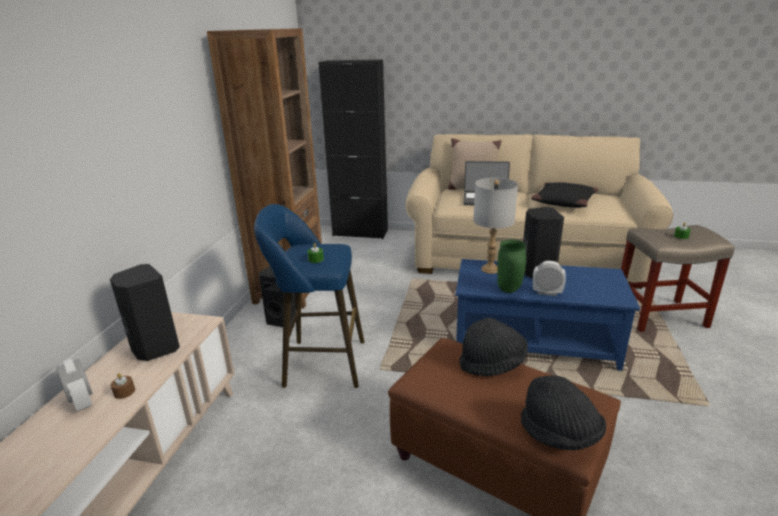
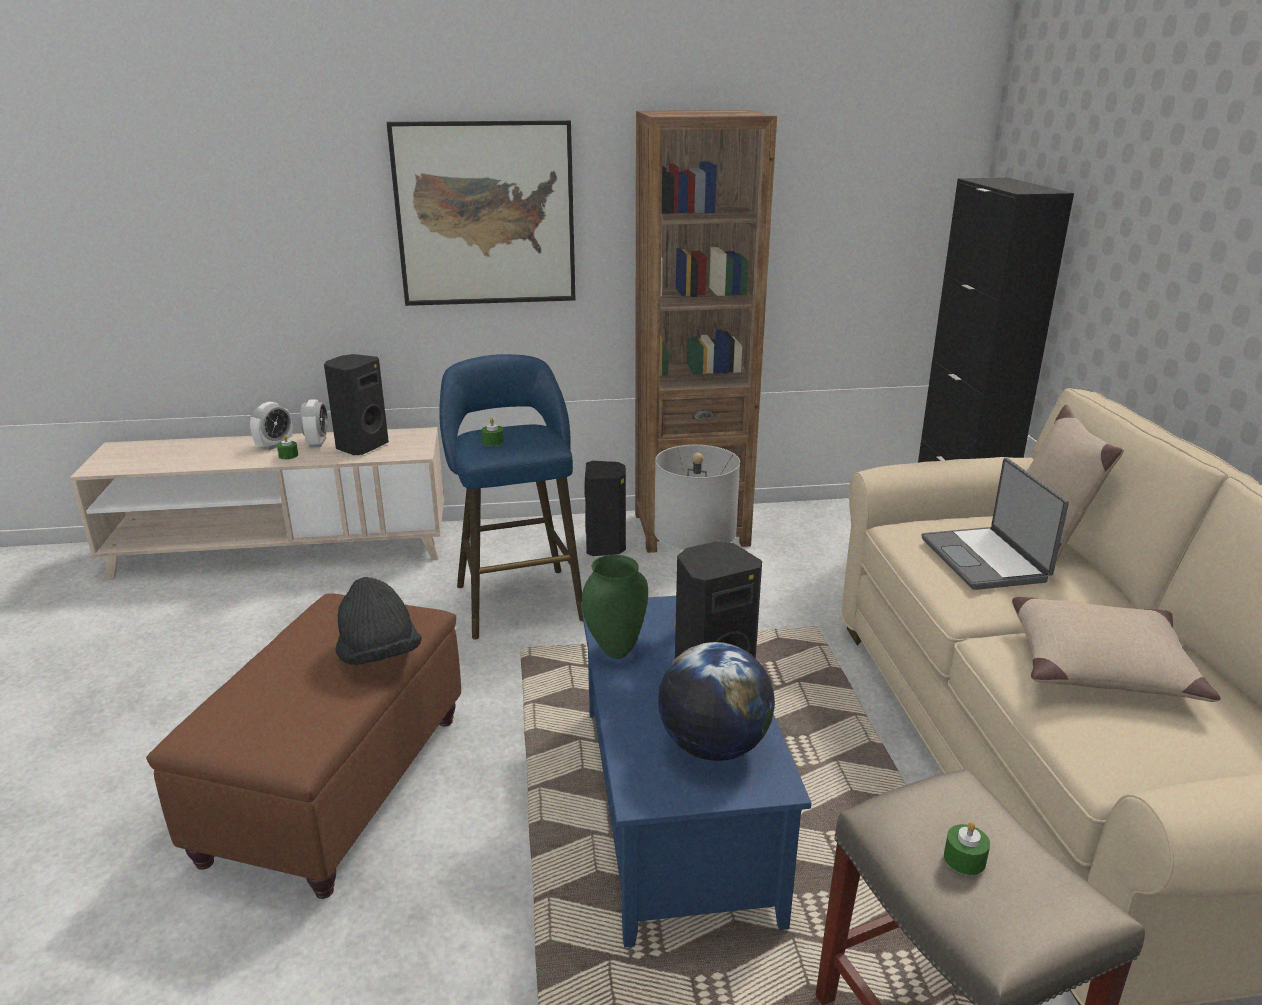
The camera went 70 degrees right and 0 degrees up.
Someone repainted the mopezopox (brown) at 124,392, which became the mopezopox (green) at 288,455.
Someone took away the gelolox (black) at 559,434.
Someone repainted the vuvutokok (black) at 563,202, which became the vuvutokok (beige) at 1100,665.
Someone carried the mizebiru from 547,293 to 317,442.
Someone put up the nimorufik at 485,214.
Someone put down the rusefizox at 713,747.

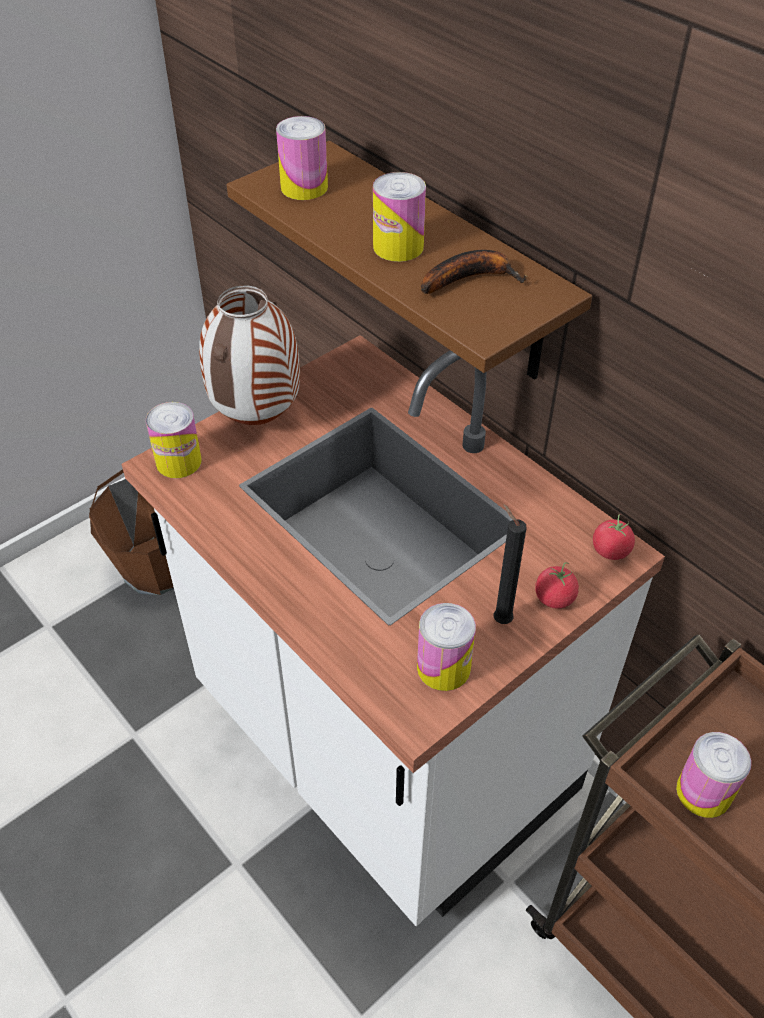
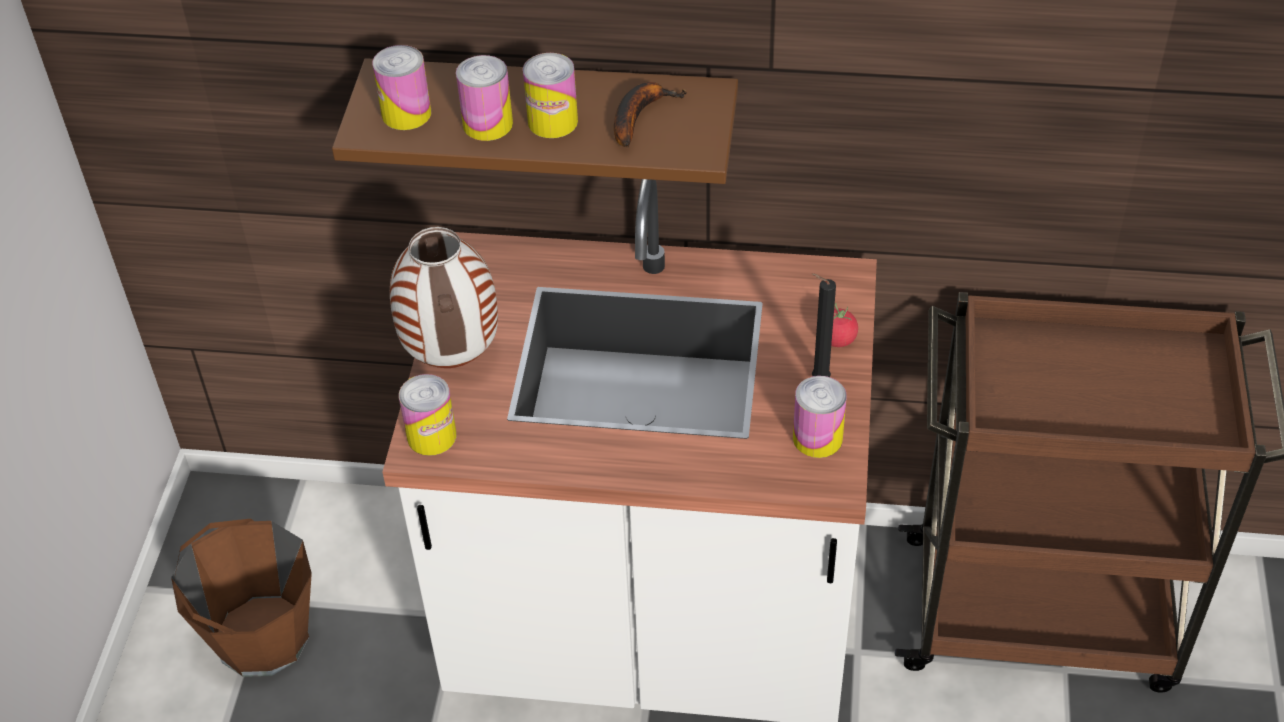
The camera went 40 degrees left and 0 degrees up.
Someone took away the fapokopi at 610,550.
Someone carried the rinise from 703,792 to 487,124.

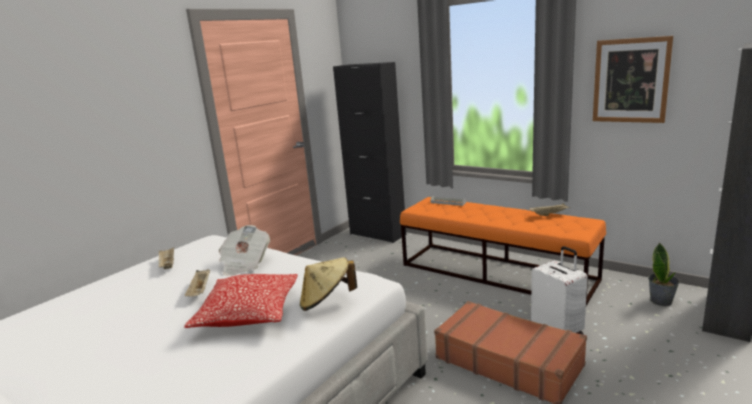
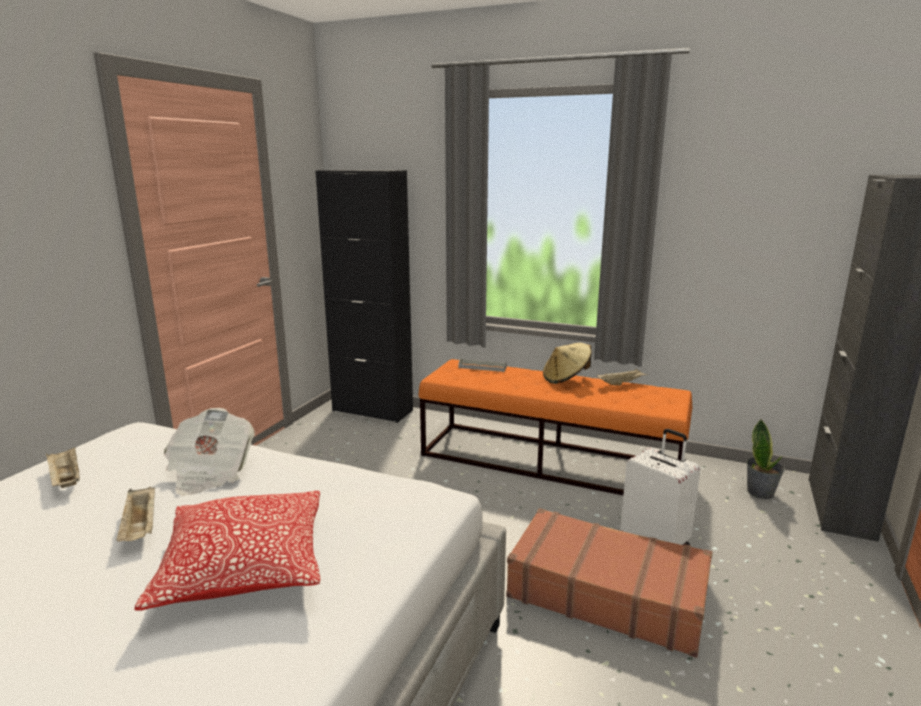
The camera went 15 degrees left and 0 degrees up.
Someone carried the gelolox (beige) from 327,301 to 566,378.
Someone took away the nimorufik at 630,80.

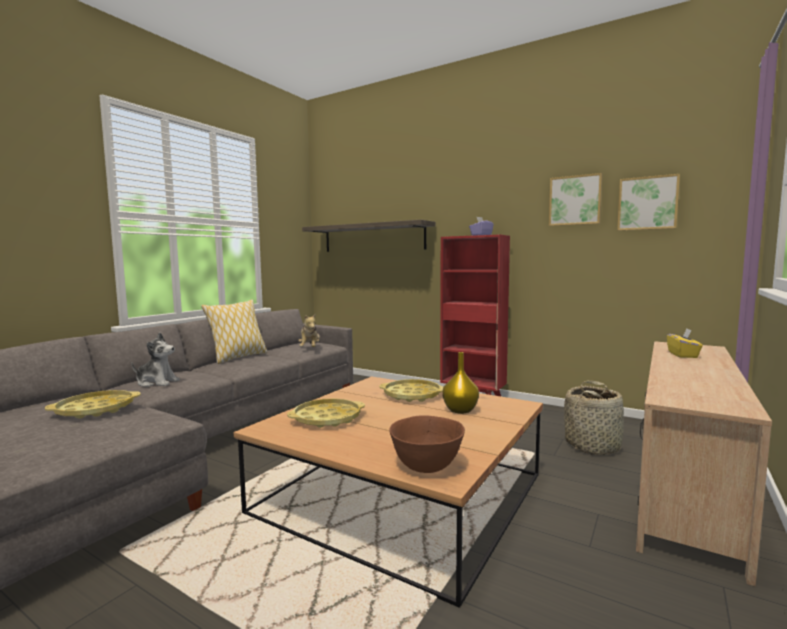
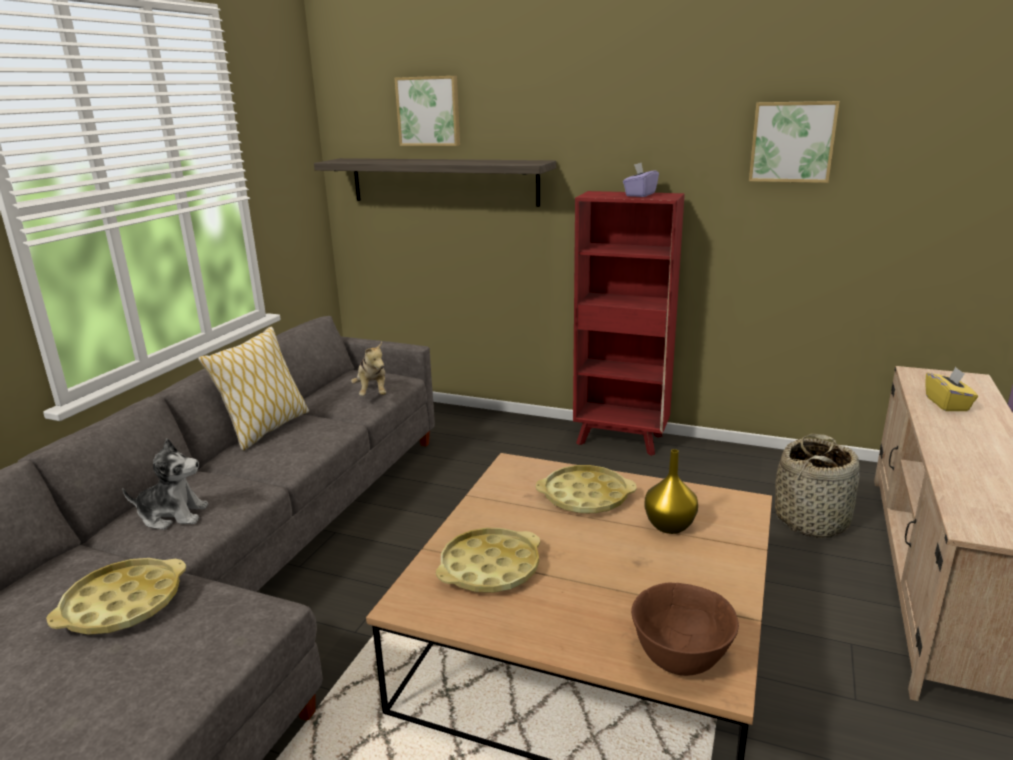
The camera went 10 degrees left and 15 degrees up.
Someone carried the nimorufik from 647,203 to 429,111.

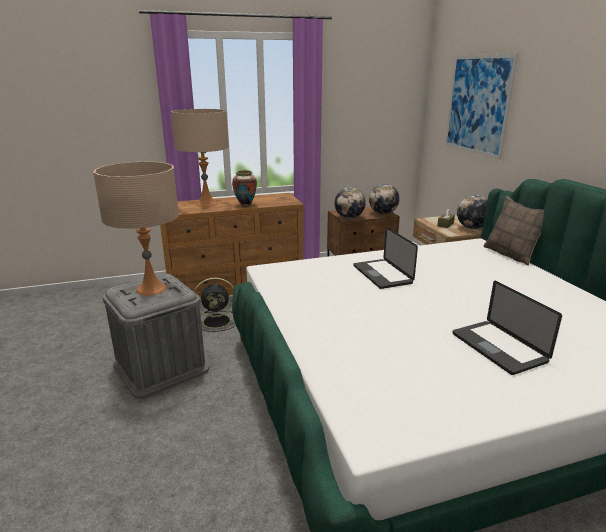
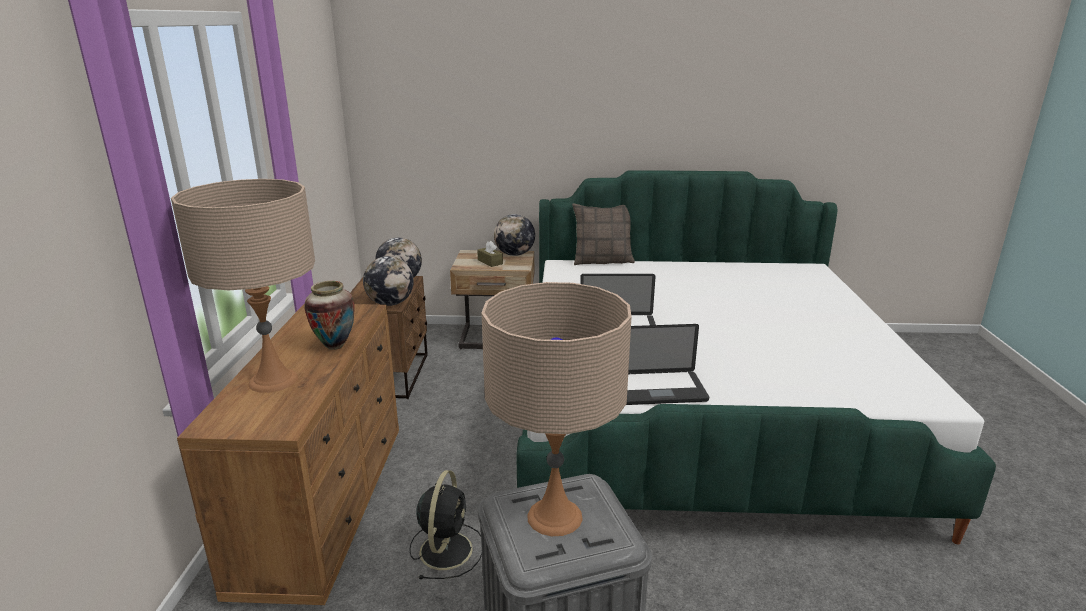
The camera went 70 degrees left and 0 degrees up.
Someone took away the nimorufik at 477,105.
Someone carried the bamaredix from 498,348 to 657,390.

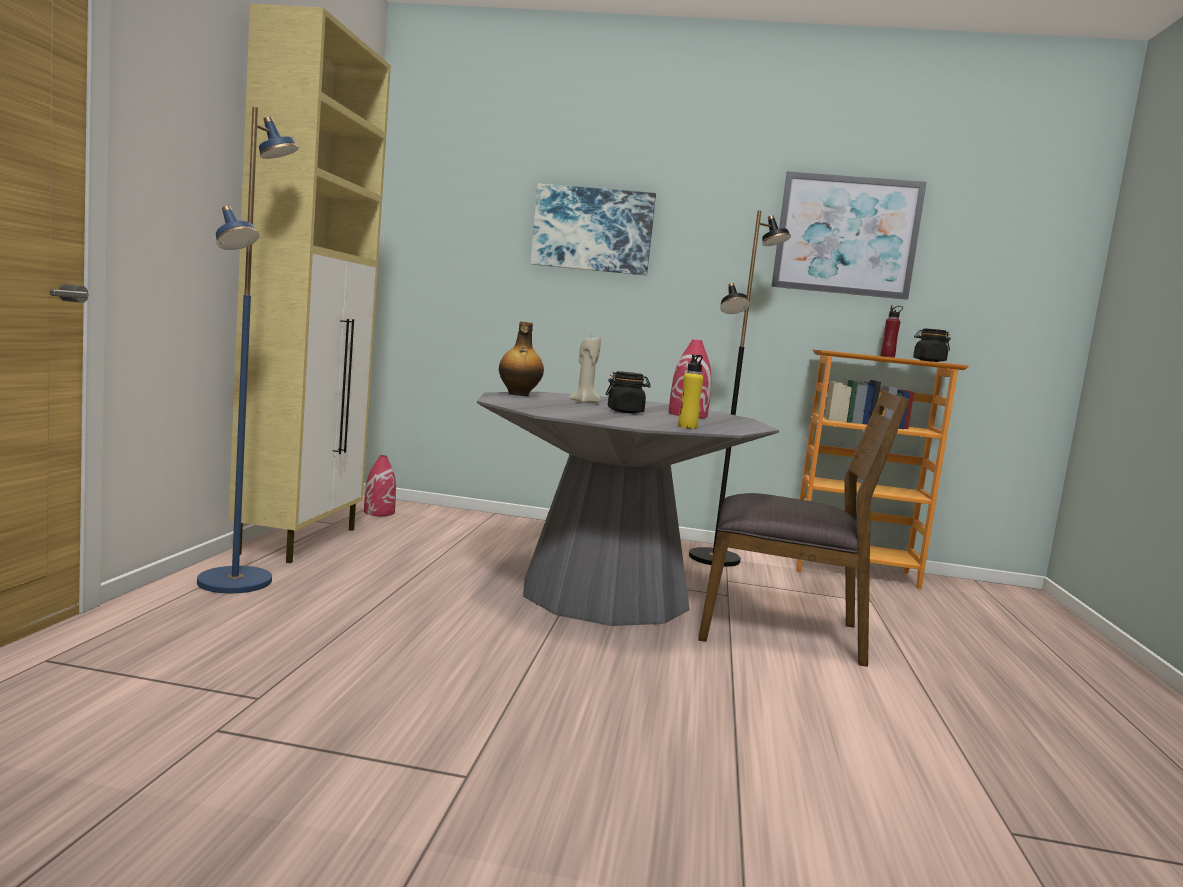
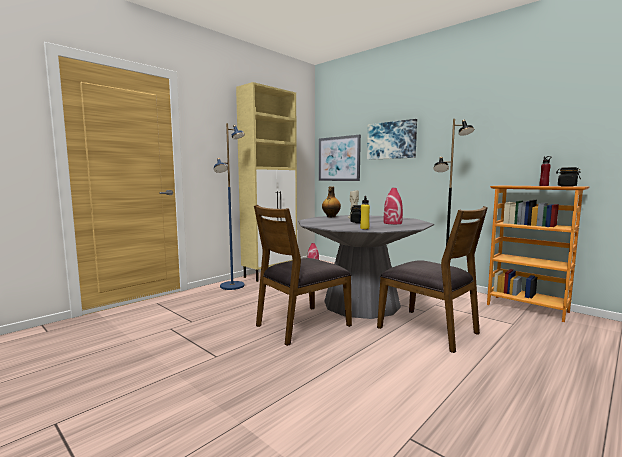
The camera went 35 degrees right and 0 degrees up.
Someone carried the nimorufik from 846,235 to 339,159.
Someone put down the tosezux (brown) at 302,325.

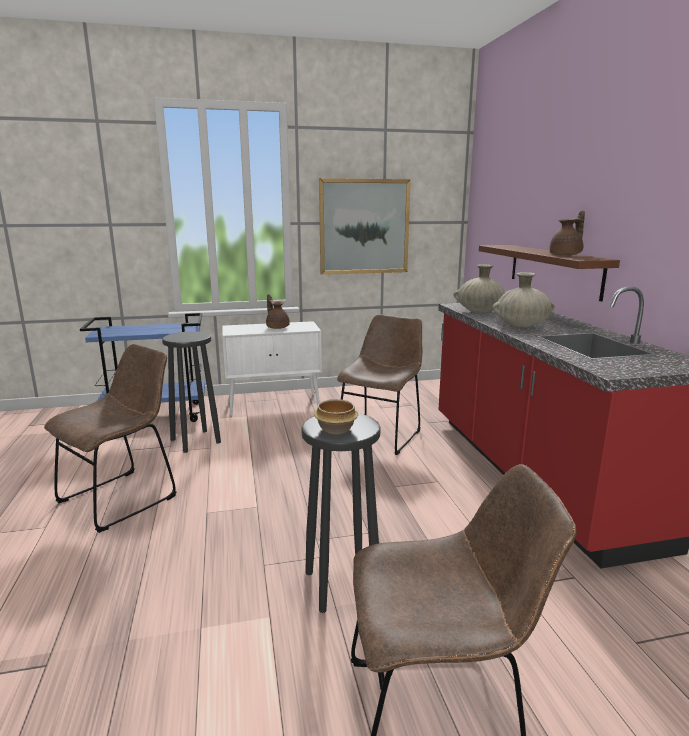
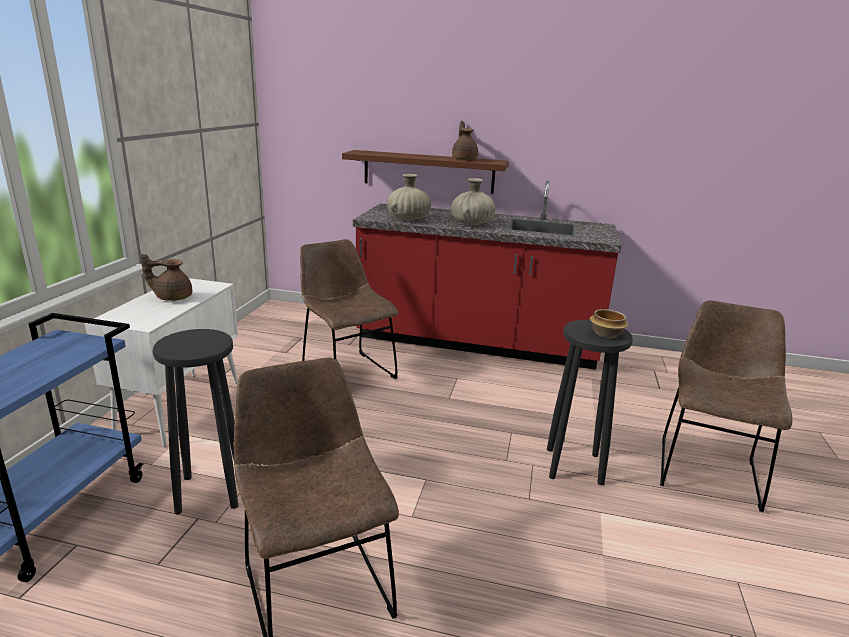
The camera went 65 degrees left and 5 degrees up.
Someone took away the nimorufik at 364,227.

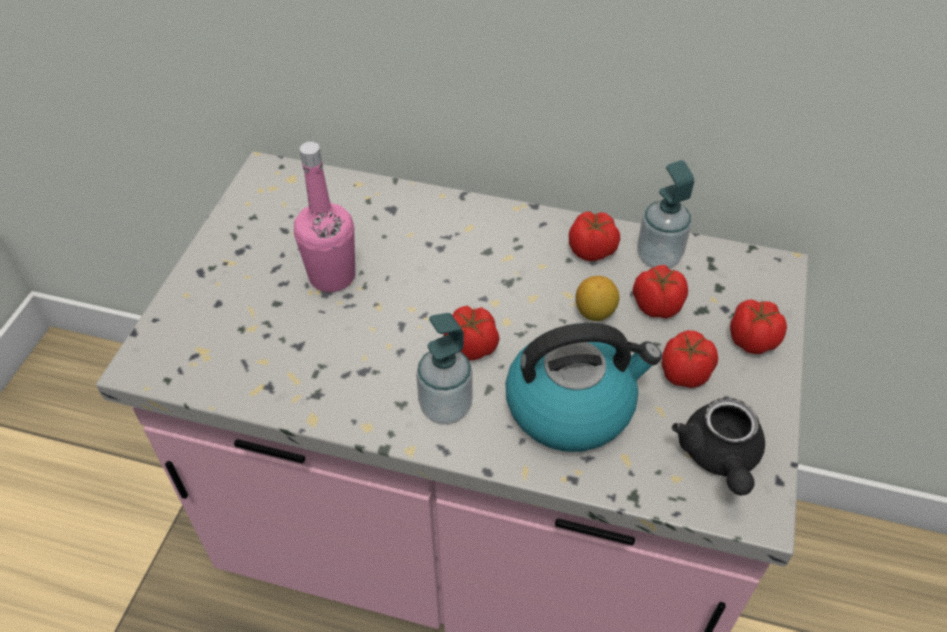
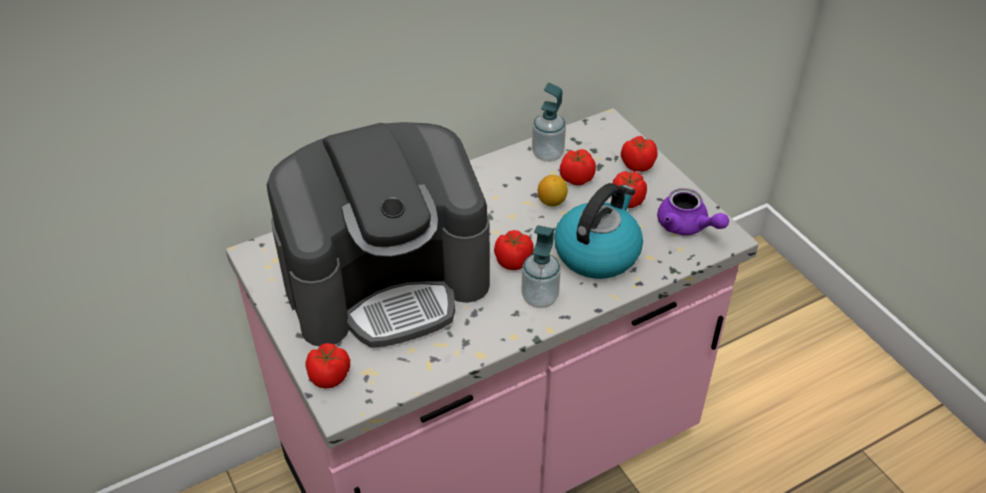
The camera went 45 degrees left and 5 degrees down.
Someone swapped the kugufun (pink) at 332,276 for the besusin at 387,281.
Someone carried the fapokopi from 592,250 to 330,376.
Someone repainted the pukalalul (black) at 719,458, which became the pukalalul (purple) at 687,227.

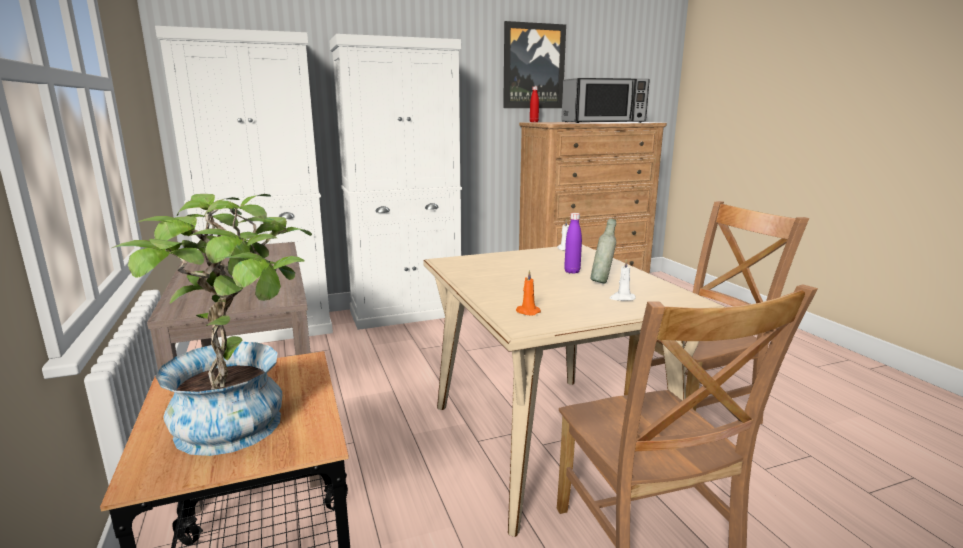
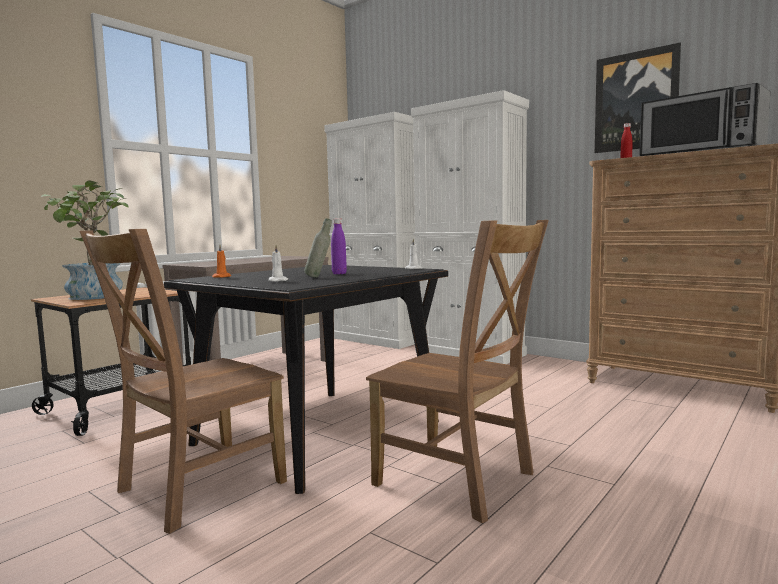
The camera went 60 degrees right and 10 degrees down.
Someone repainted the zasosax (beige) at 549,442, which became the zasosax (black) at 318,433.

